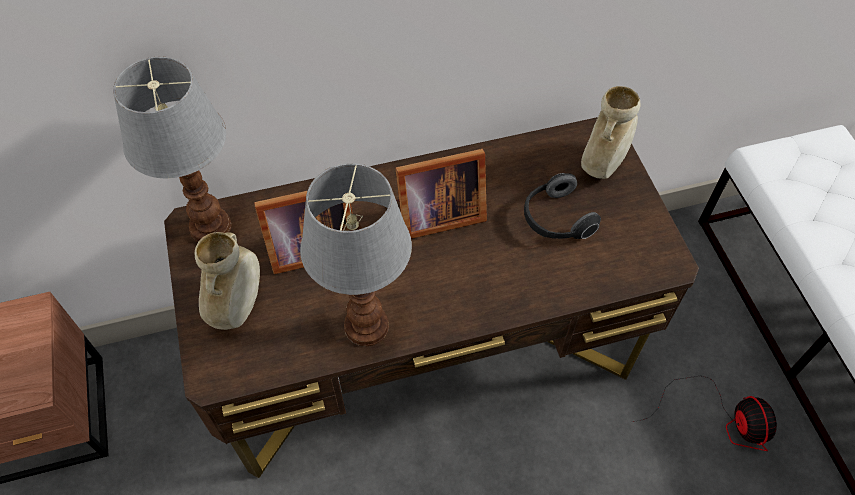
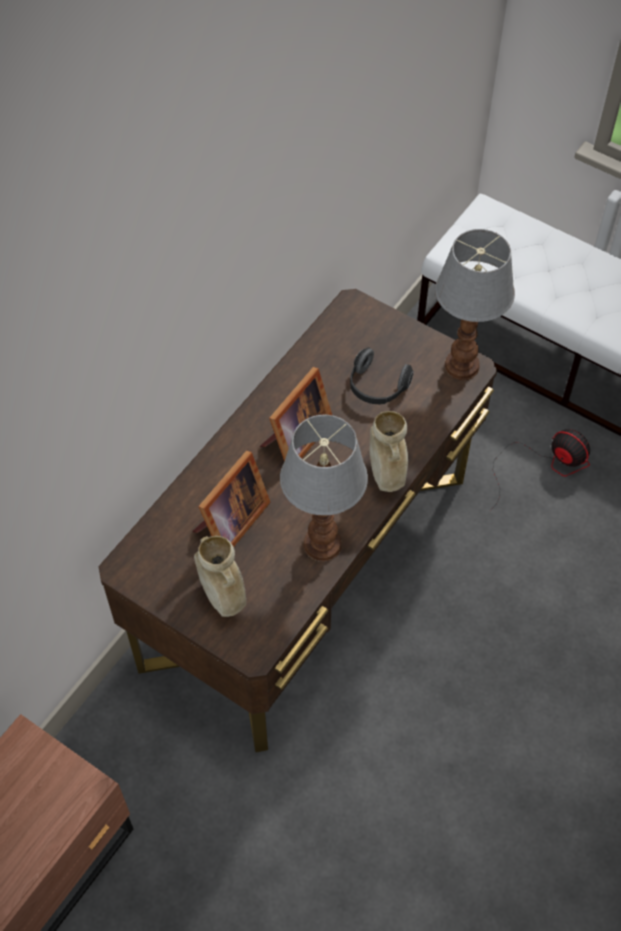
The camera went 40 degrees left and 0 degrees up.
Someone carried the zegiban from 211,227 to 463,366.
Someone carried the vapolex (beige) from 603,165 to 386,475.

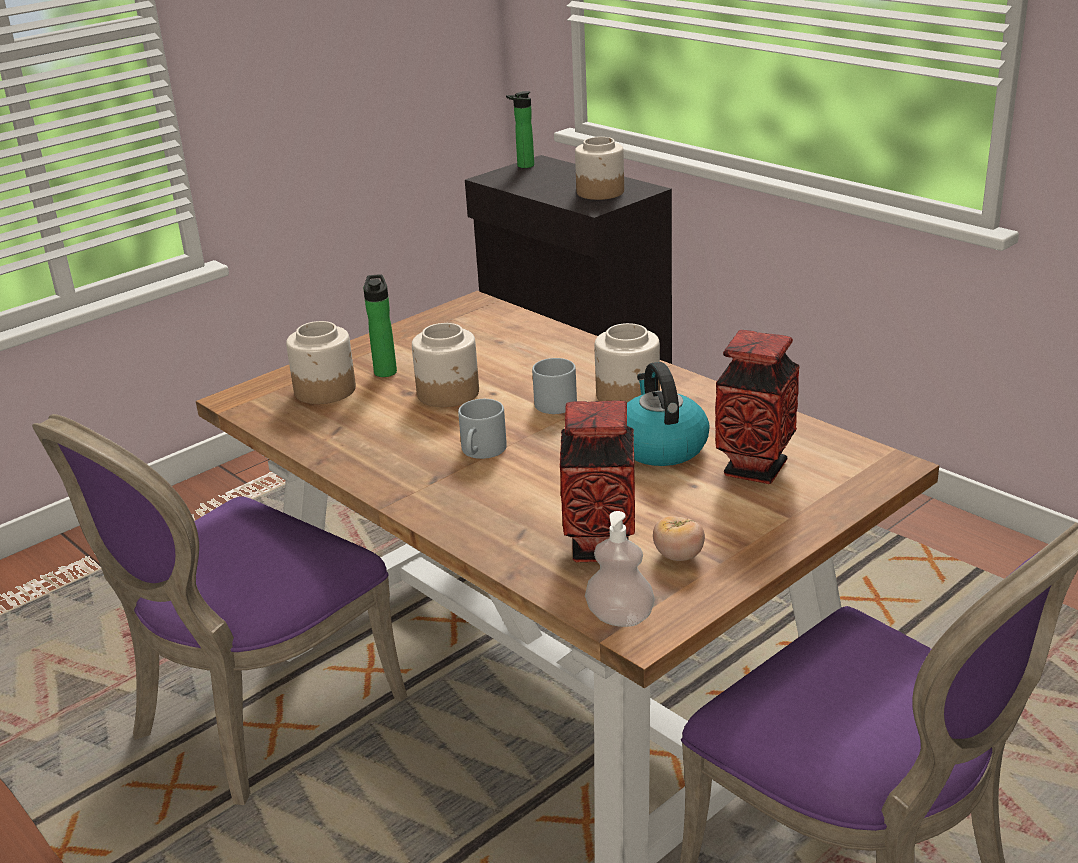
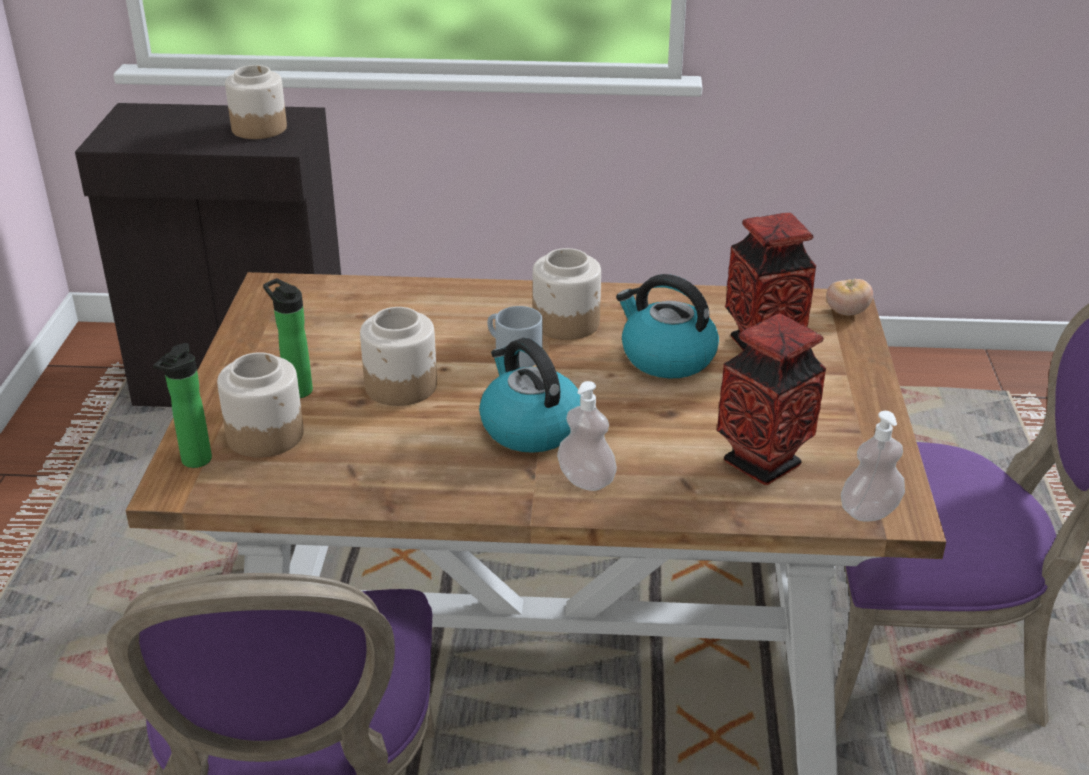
The camera went 45 degrees left and 5 degrees up.
Someone swapped the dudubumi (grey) at 482,452 for the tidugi at 530,427.
Someone carried the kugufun from 523,166 to 193,462.
Someone carried the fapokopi from 678,556 to 846,312.
Someone put down the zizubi at 586,480.

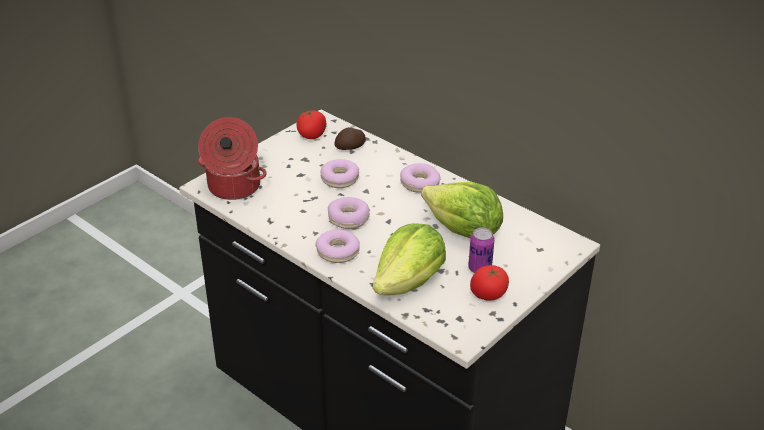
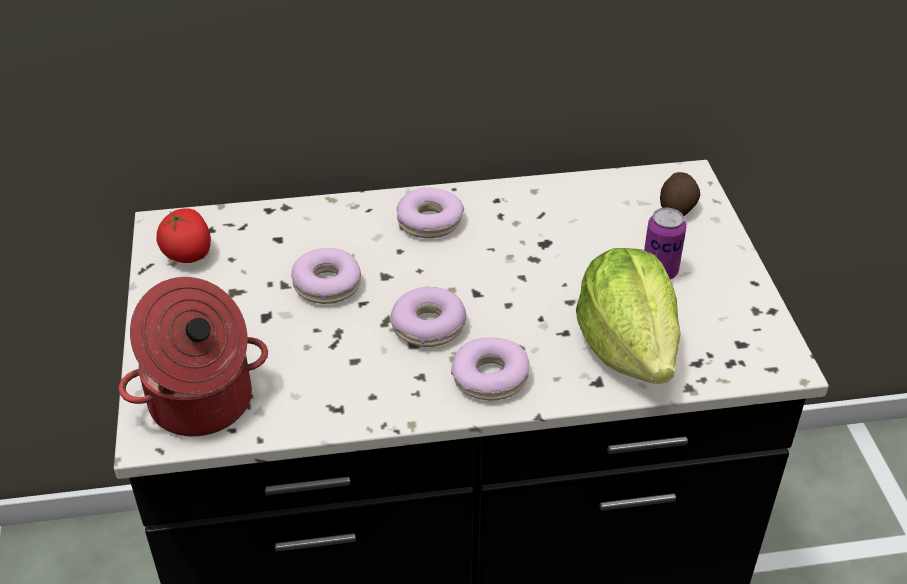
The camera went 50 degrees left and 5 degrees up.
Someone carried the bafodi from 351,147 to 678,207.
Someone took away the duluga at 463,231.
Someone took away the fapokopi at 488,294.

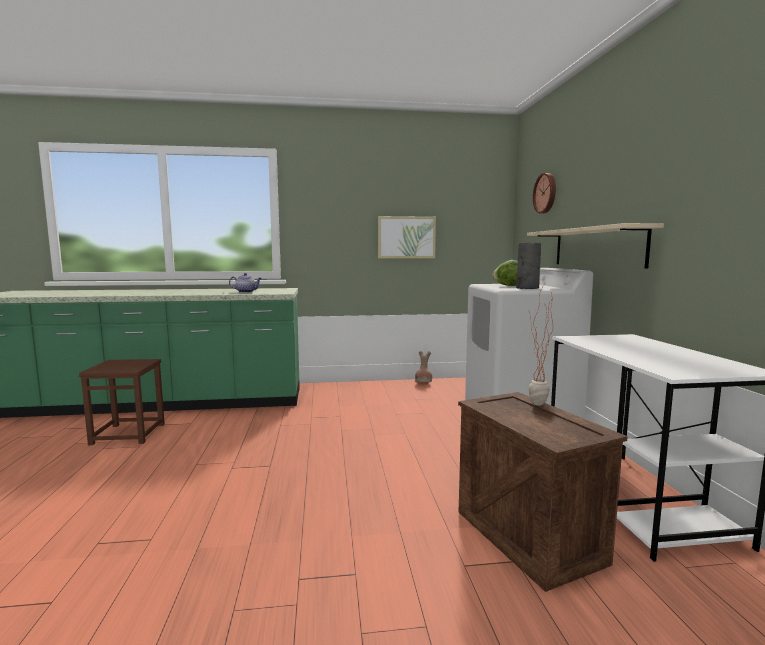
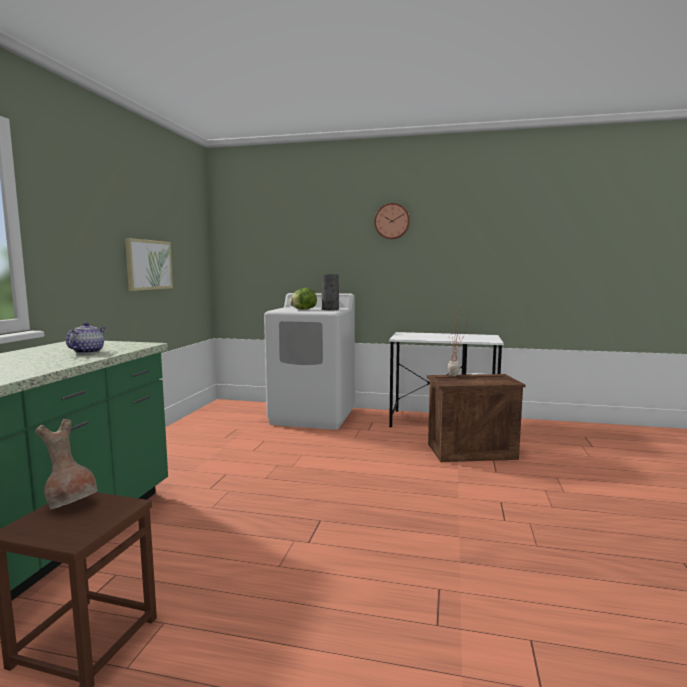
The camera went 70 degrees left and 0 degrees up.
Someone carried the vapolex (brown) from 423,383 to 72,504.
Someone took away the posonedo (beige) at 596,247.
Someone carried the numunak from 546,193 to 392,221.

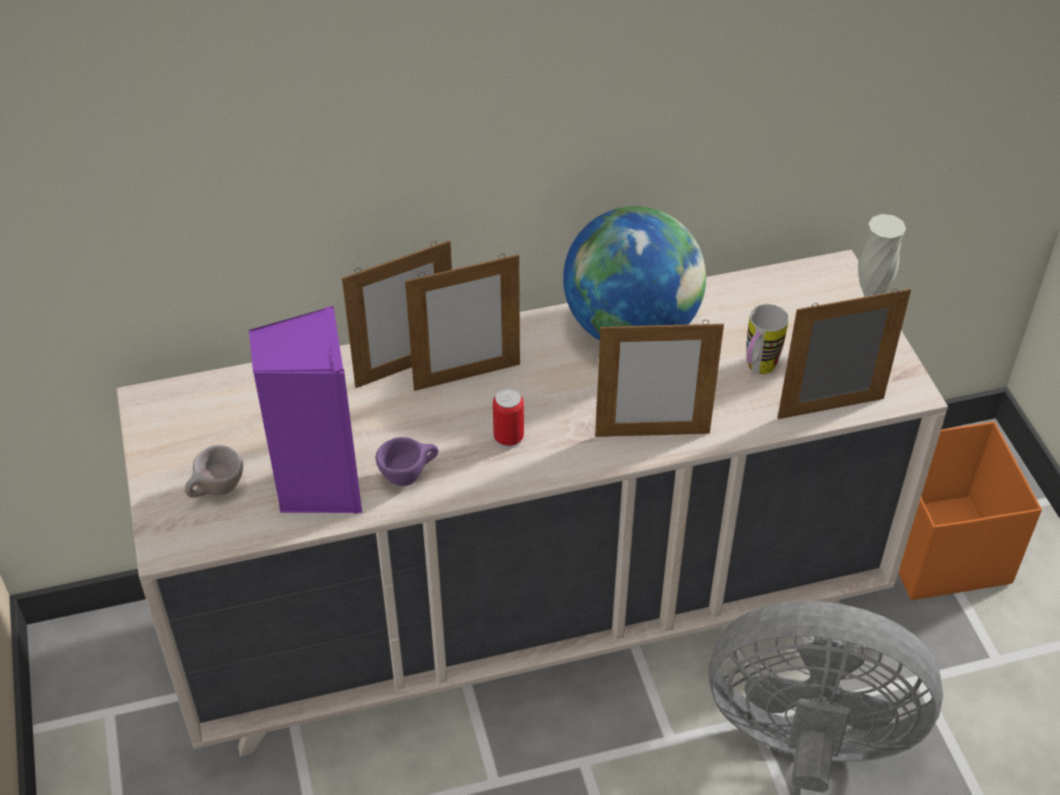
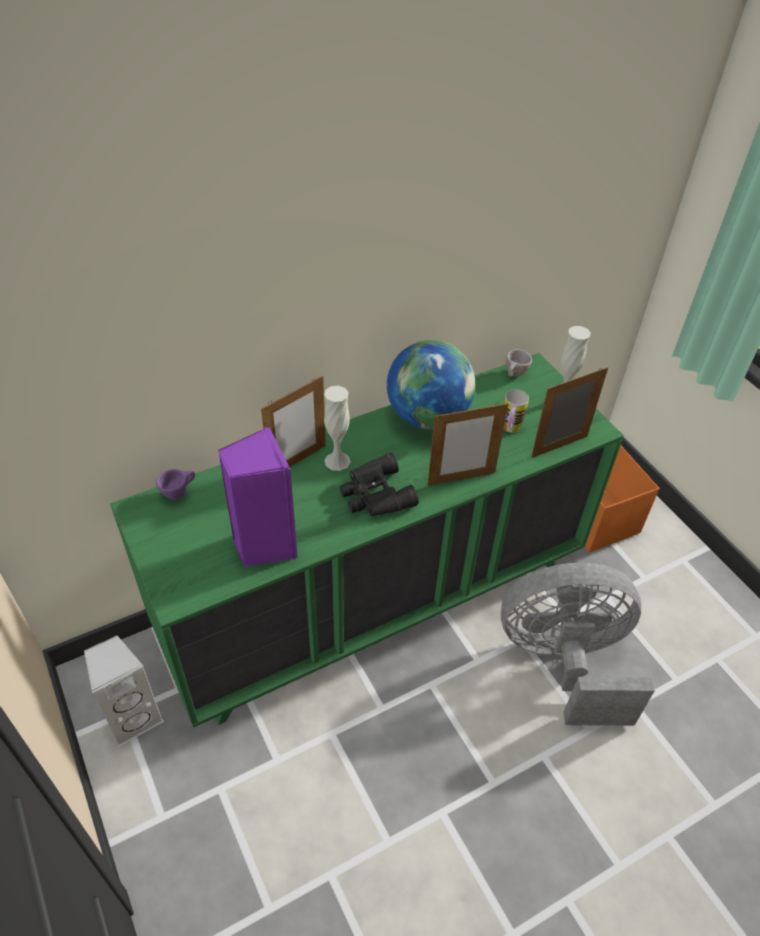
The camera went 15 degrees left and 0 degrees up.
Someone repainted the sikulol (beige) at 531,612, which became the sikulol (green) at 375,599.
Someone carried the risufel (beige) from 217,492 to 514,375.
Someone carried the risufel (purple) from 409,475 to 179,492.
Someone swapped the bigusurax at 467,376 for the vapolex (white) at 337,461.
Someone swapped the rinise at 508,437 for the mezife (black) at 375,495.
Someone put down the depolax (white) at 134,717.

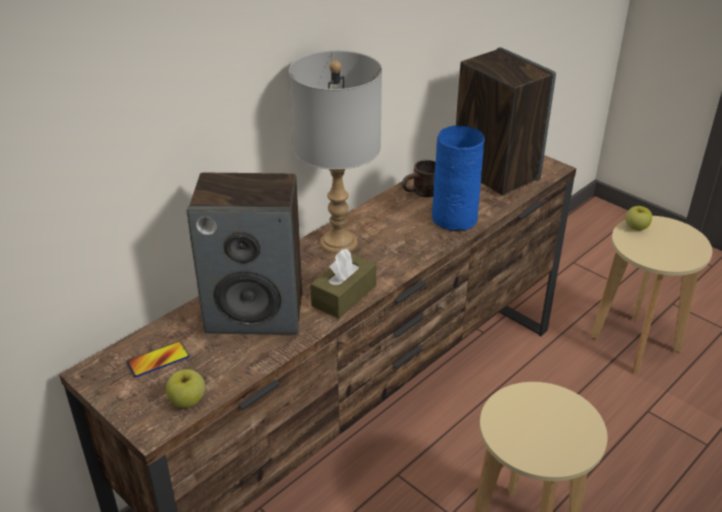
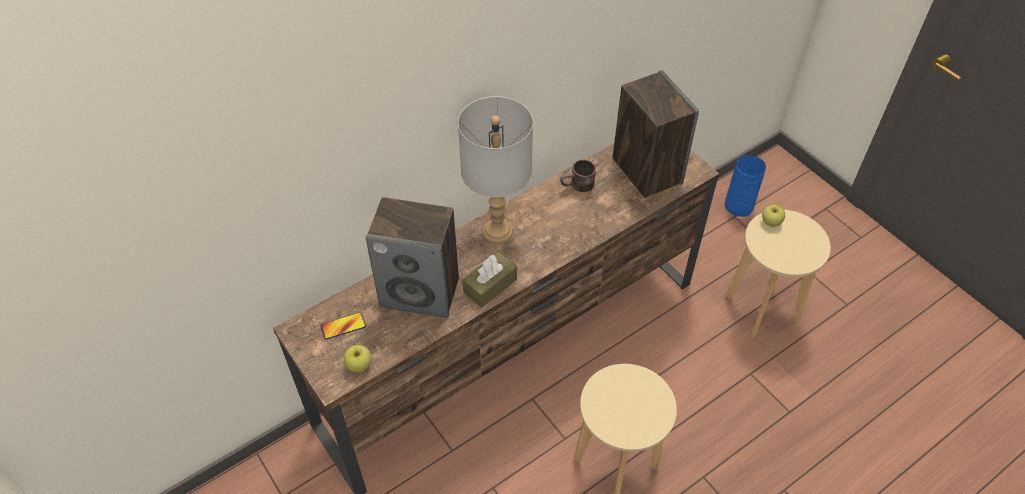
The camera went 10 degrees right and 15 degrees up.
Someone carried the vapolex (blue) from 454,218 to 739,205.

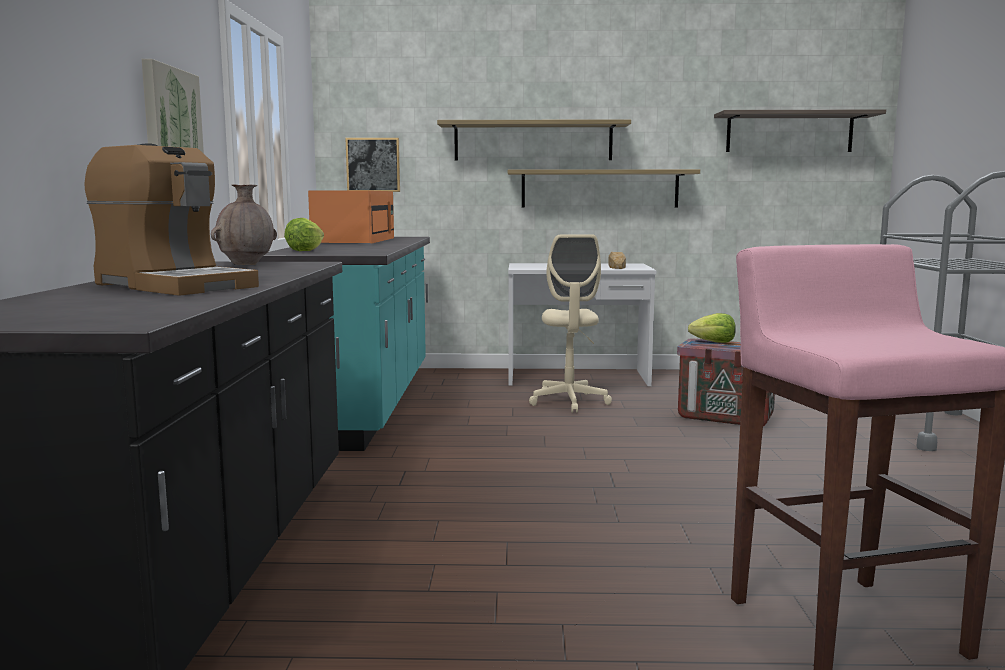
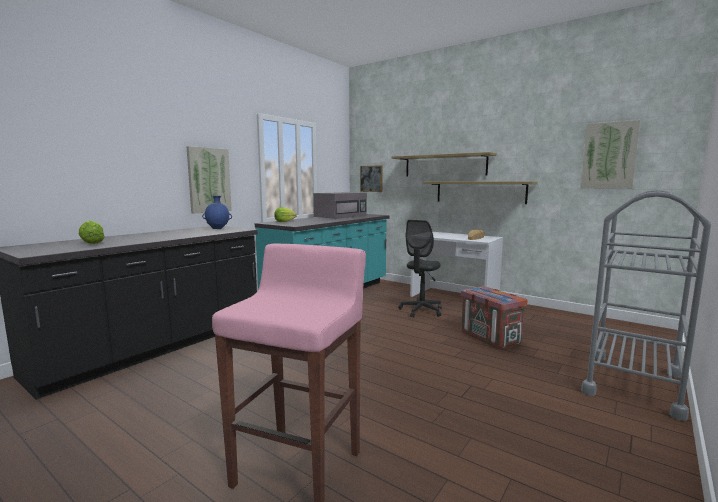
The camera went 35 degrees right and 0 degrees up.
Someone took away the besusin at 173,285.
Someone repainted the vapolex (brown) at 246,264, which became the vapolex (blue) at 218,228.
Someone repainted the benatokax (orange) at 354,240, which became the benatokax (grey) at 341,216.
Someone repainted the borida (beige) at 569,402, which became the borida (black) at 421,311.
Someone carried the duluga from 714,342 to 92,243.
Someone swapped the posonedo at 789,133 for the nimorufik at 609,155.

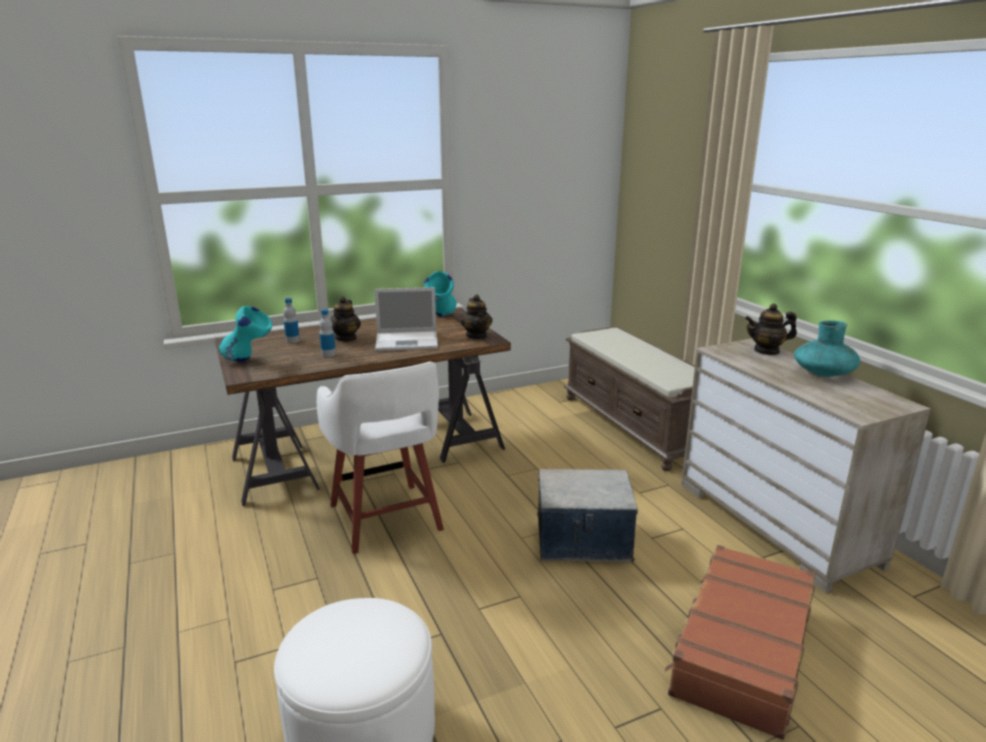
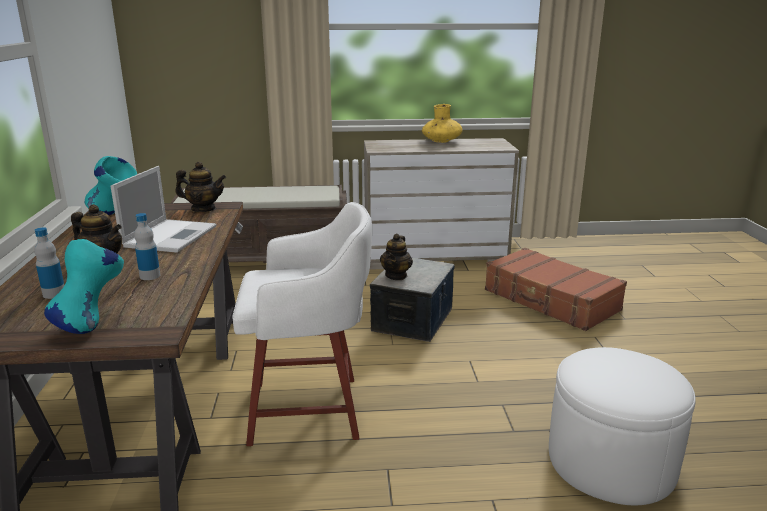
The camera went 70 degrees left and 0 degrees up.
Someone carried the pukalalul from 767,351 to 396,275.
Someone repainted the vapolex (turquoise) at 823,373, which became the vapolex (yellow) at 441,141.

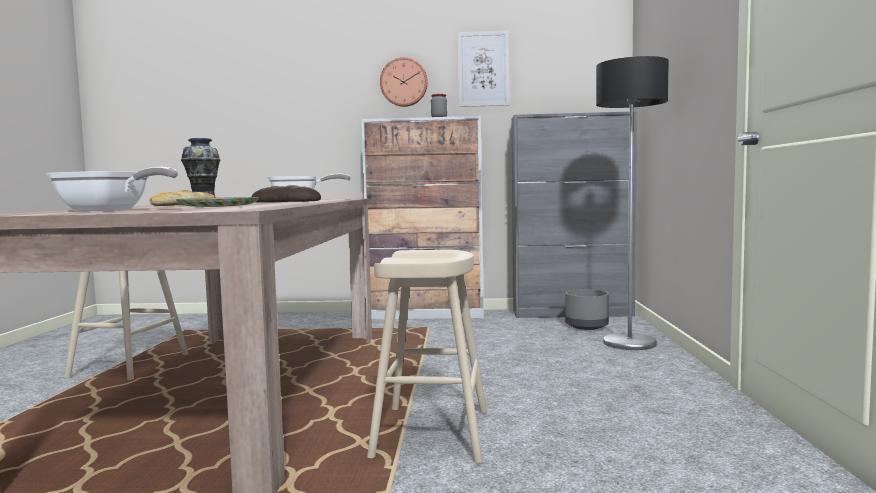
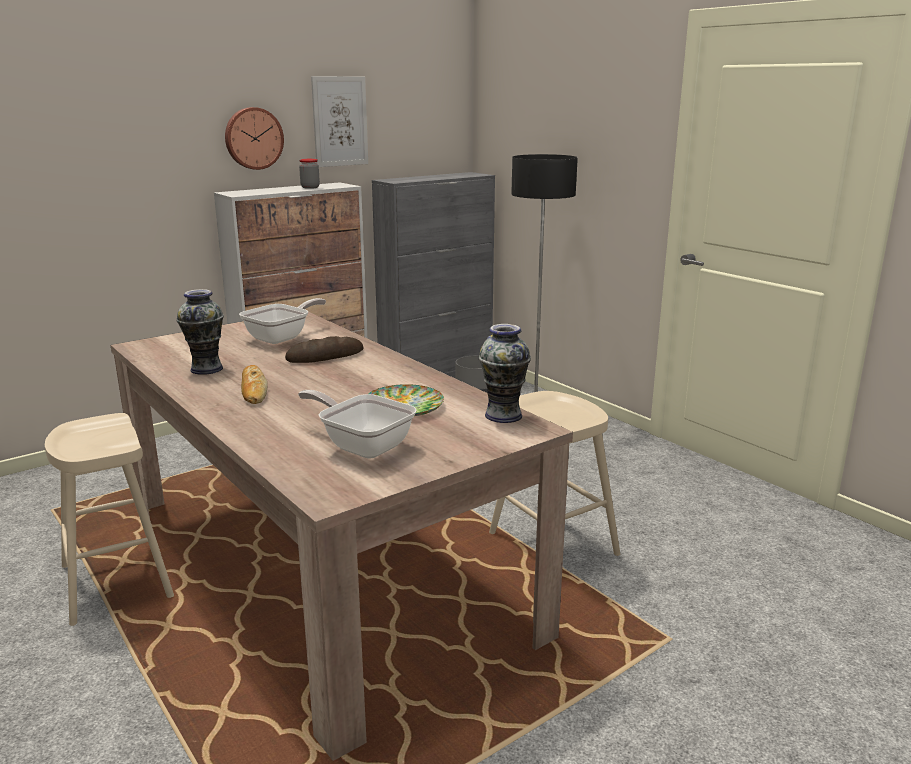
The camera went 40 degrees left and 15 degrees up.
Someone rotated the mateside at 110,210 by 120 degrees counterclockwise.
Someone put down the vapolex at 503,415.

